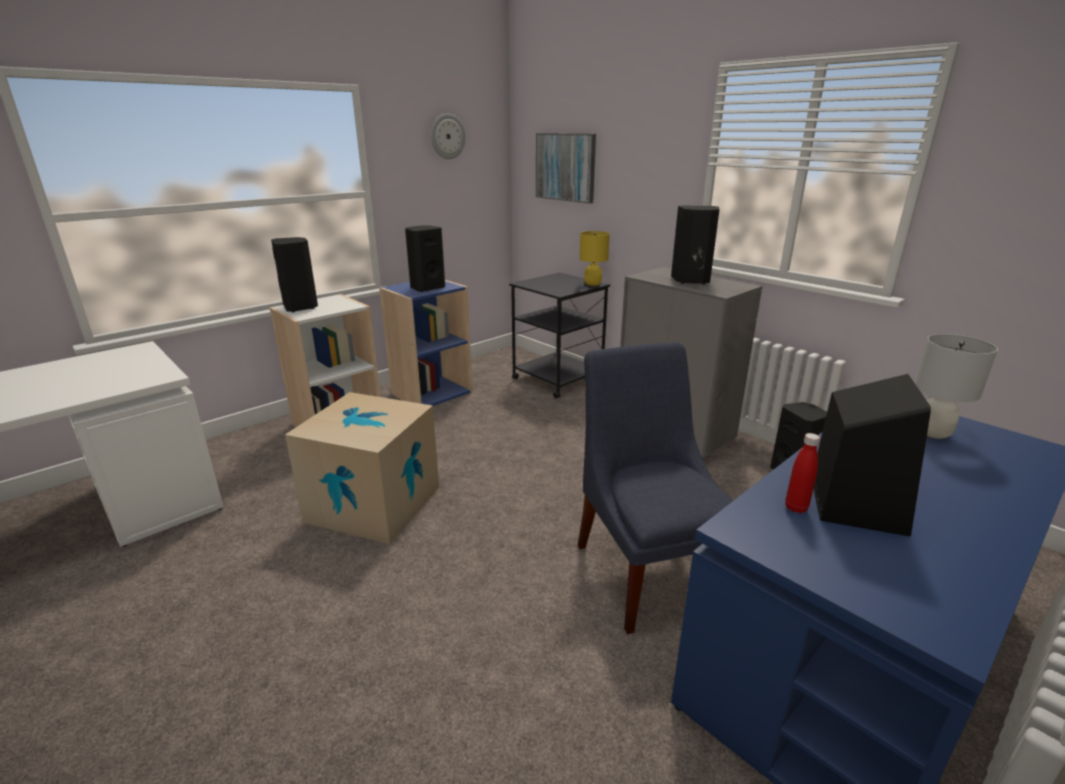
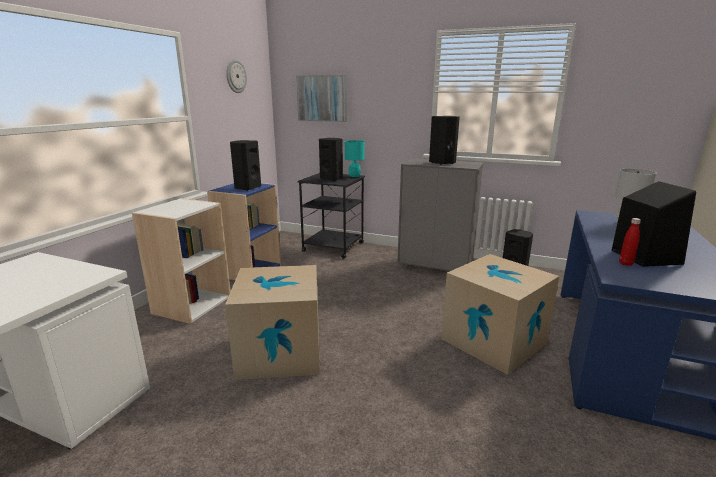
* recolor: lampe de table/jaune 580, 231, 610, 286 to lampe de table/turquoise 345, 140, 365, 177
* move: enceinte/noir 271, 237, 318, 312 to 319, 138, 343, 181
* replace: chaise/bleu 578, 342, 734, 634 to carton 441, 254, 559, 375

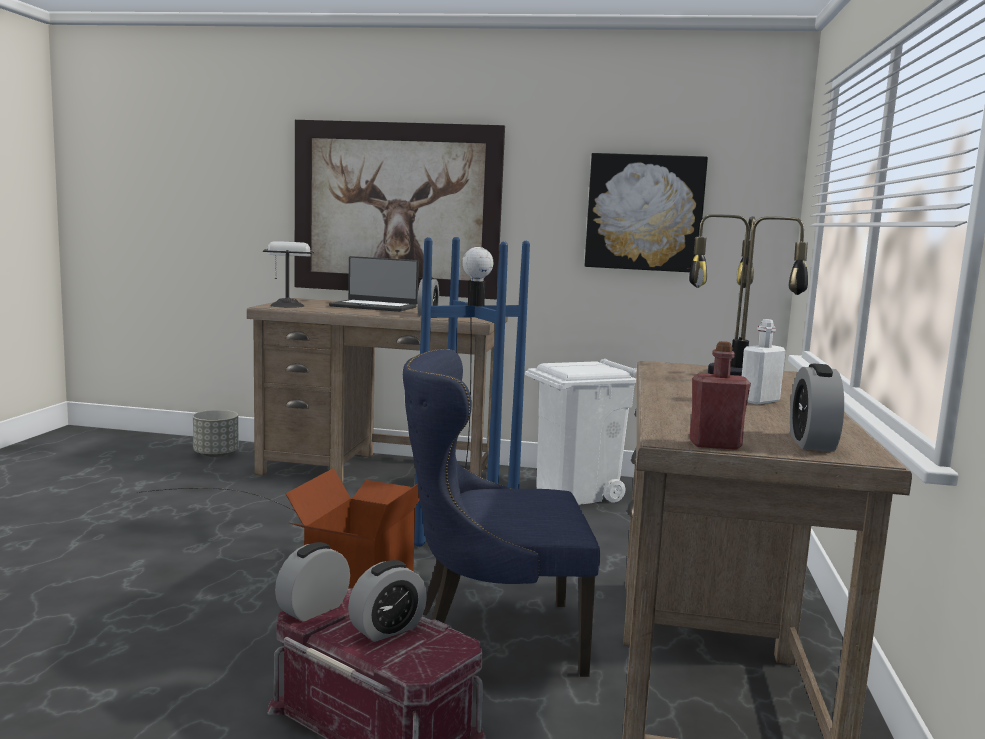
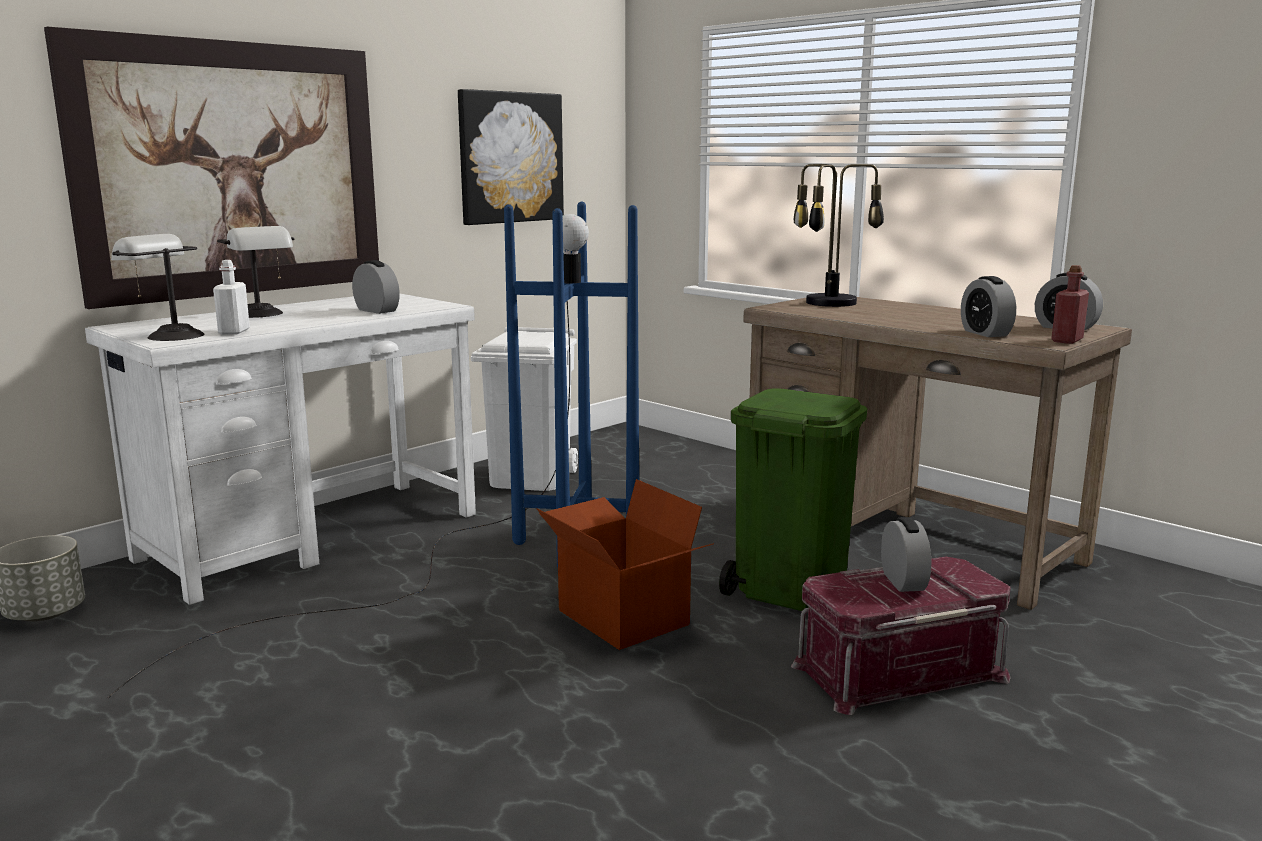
* replace: ordinateur portable 329, 256, 419, 312 to lampe de table 217, 226, 294, 318
* recolor: bureau/marron 247, 298, 508, 483 to bureau/blanc 85, 294, 476, 605
* move: bouteille/blanc 742, 319, 786, 404 to 213, 260, 250, 335
* replace: chaise/bleu 403, 349, 600, 677 to poubelle/vert 719, 388, 867, 611
* move: réveil 275, 542, 350, 622 to 961, 276, 1016, 337

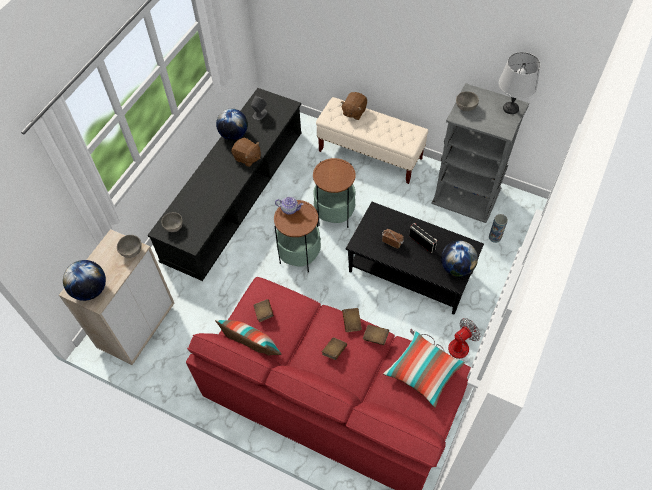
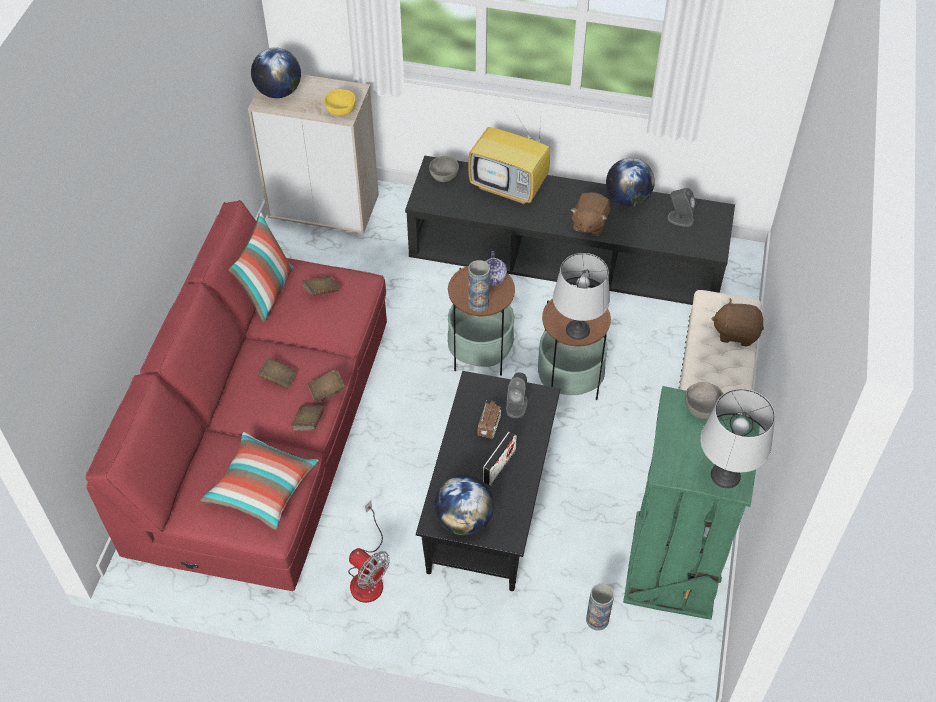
* recolor: bibliothèque/gris 431, 83, 529, 223 to bibliothèque/vert 623, 386, 760, 620
* recolor: bol/gris 117, 235, 142, 258 to bol/jaune 324, 89, 356, 116
* insert: téléviseur 468, 111, 550, 204
* insert: lampe de table/gris 553, 253, 610, 340
* insert: vase 468, 260, 490, 311
* insert: enceinte/gris 506, 372, 528, 418

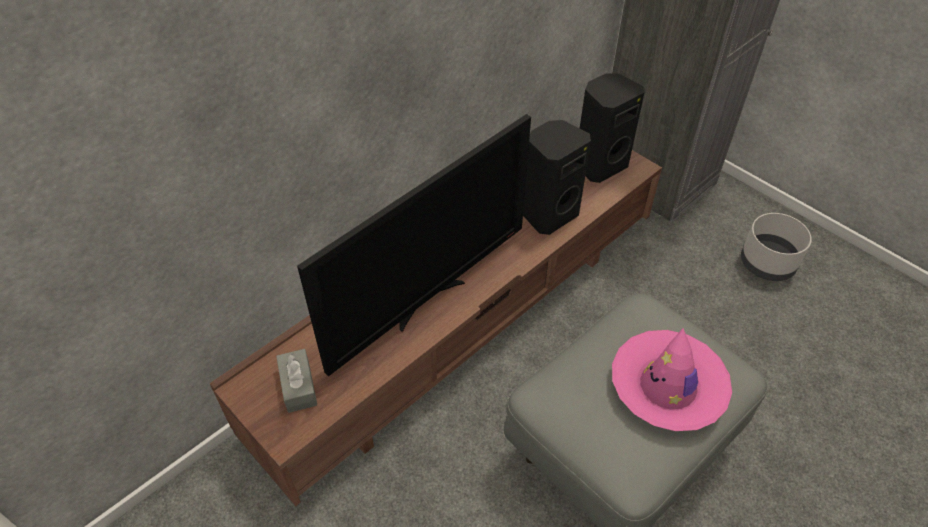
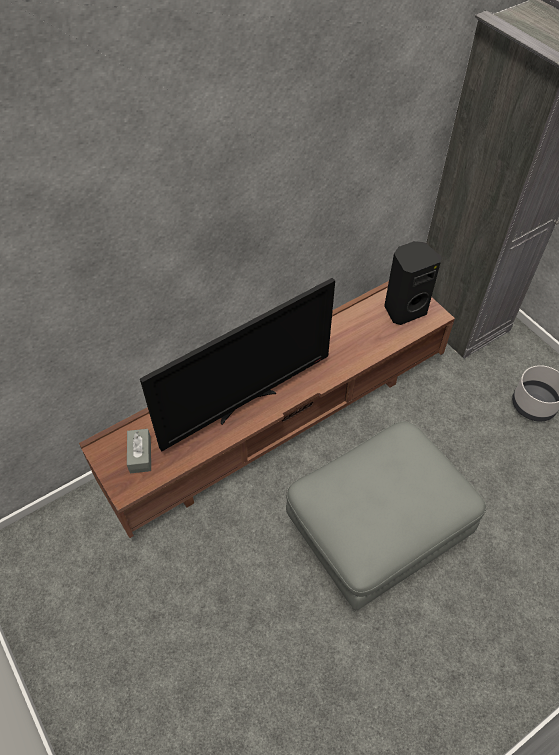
* delete: enceinte/noir 523, 120, 591, 235
* delete: chapeau/rose 612, 328, 732, 431

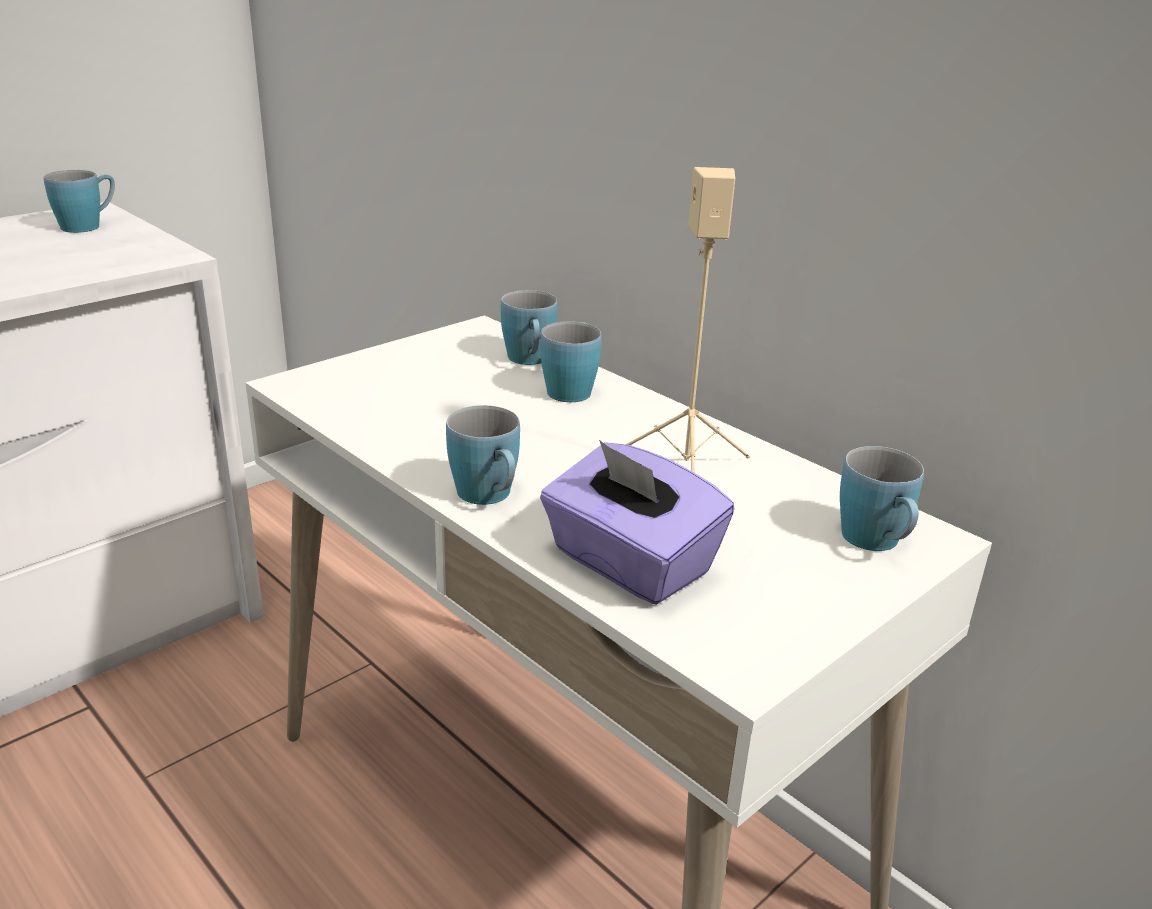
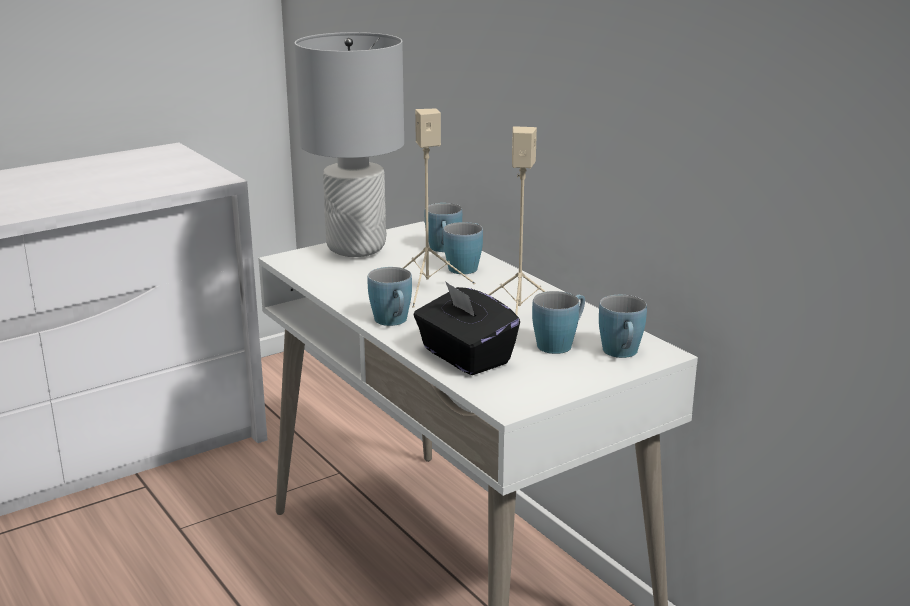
* move: mug/bleu 44, 170, 115, 233 to 532, 291, 585, 354
* recolor: boîte à mouchoirs/violet 540, 440, 735, 605 to boîte à mouchoirs/noir 414, 281, 520, 375
* insert: lampe de table/gris 295, 32, 404, 257
* insert: enceinte/beige 403, 108, 475, 307

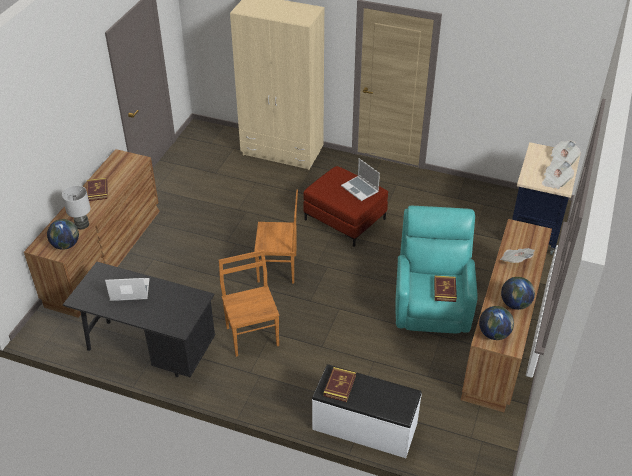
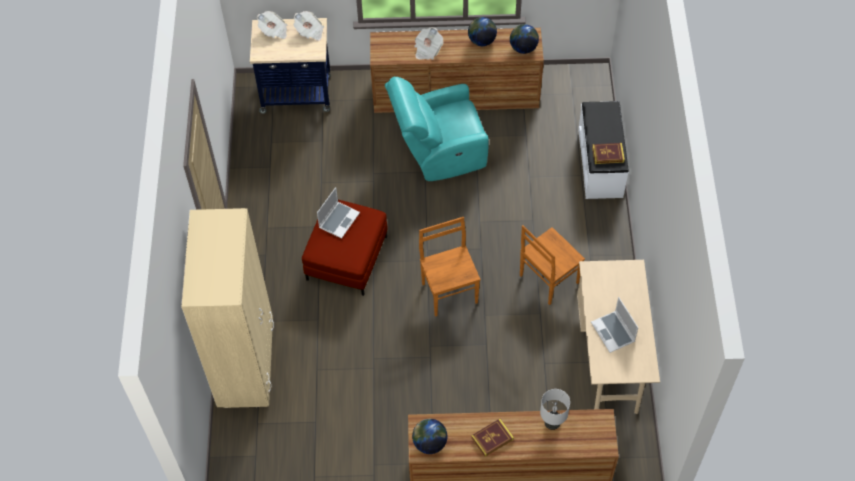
* move: globe 47, 219, 79, 250 to 412, 419, 448, 454
* recolor: bureau/noir 63, 262, 215, 377 to bureau/beige 577, 260, 660, 414
* delete: livre 434, 276, 457, 302

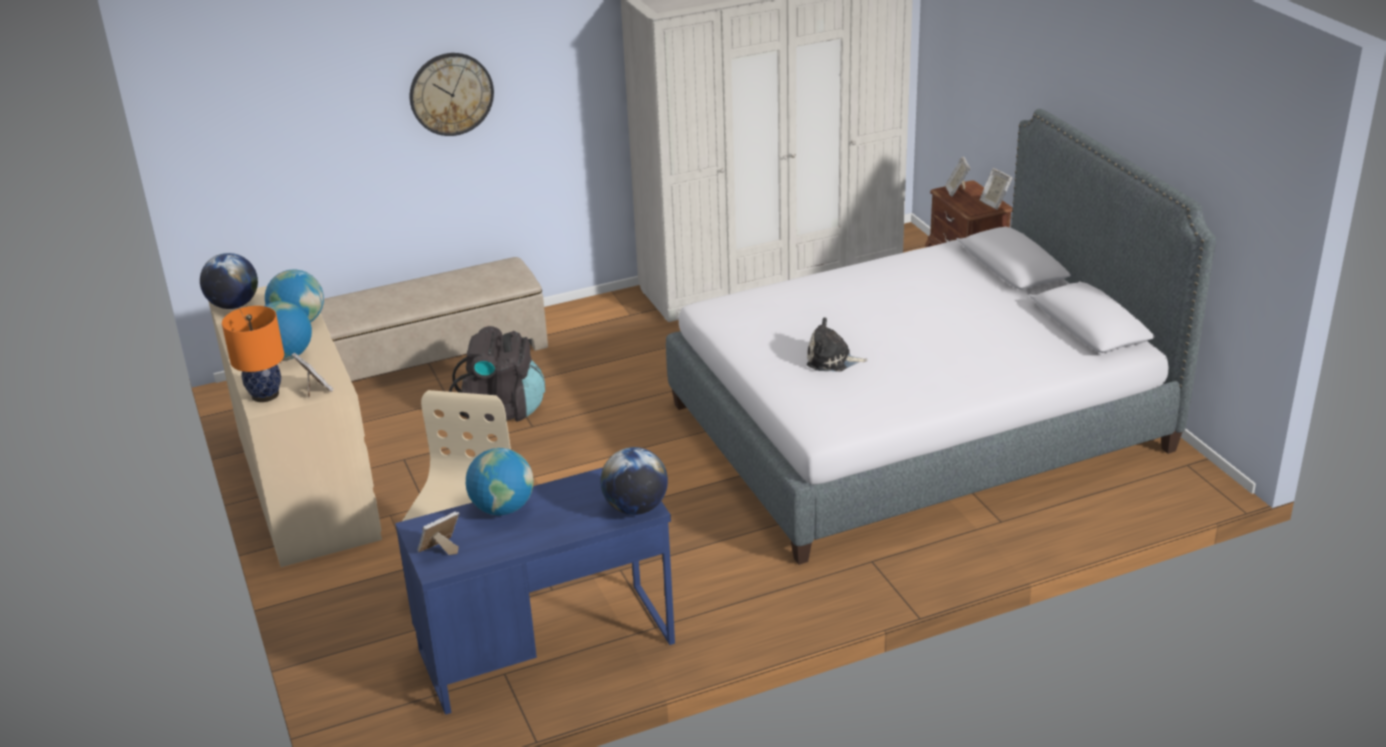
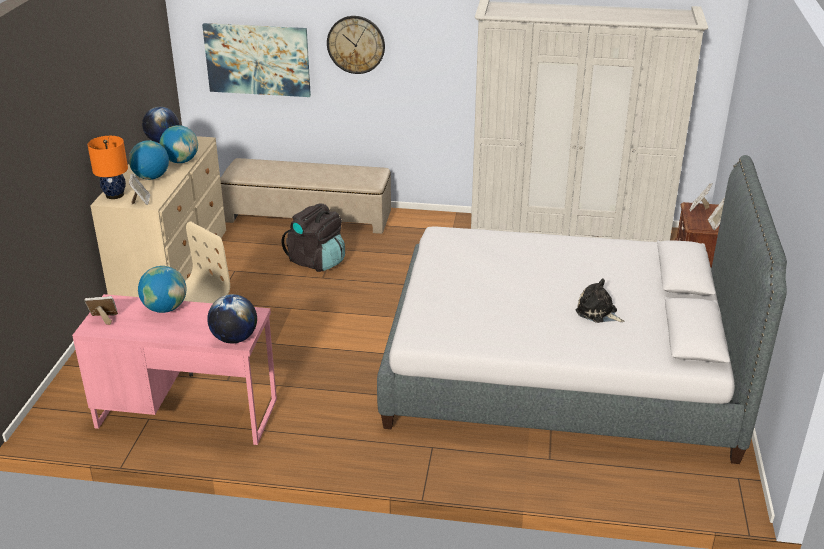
* move: peluche 807, 317, 867, 371 to 575, 279, 624, 323
* recolor: bureau/bleu 395, 468, 675, 715 to bureau/rose 72, 294, 277, 445
* insert: tableau 202, 23, 311, 97

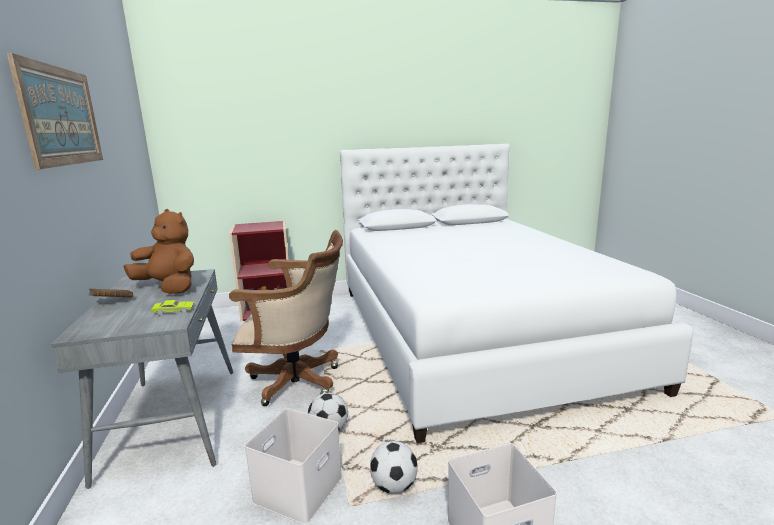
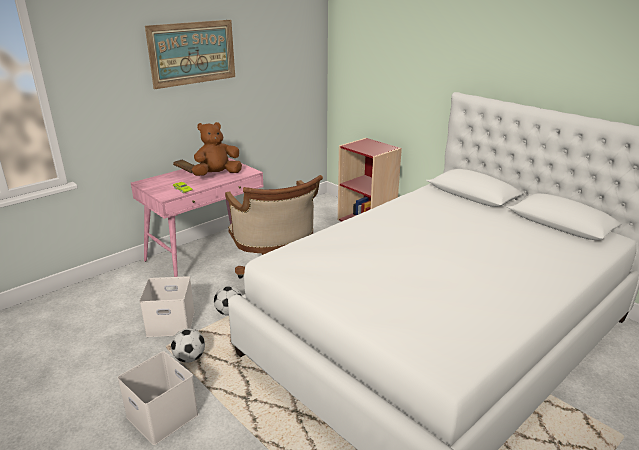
* rotate: peluche/marron 123, 209, 194, 294 = 192, 122, 242, 176 120 degrees counterclockwise
* recolor: bureau/gris 51, 269, 234, 489 to bureau/rose 131, 157, 264, 277

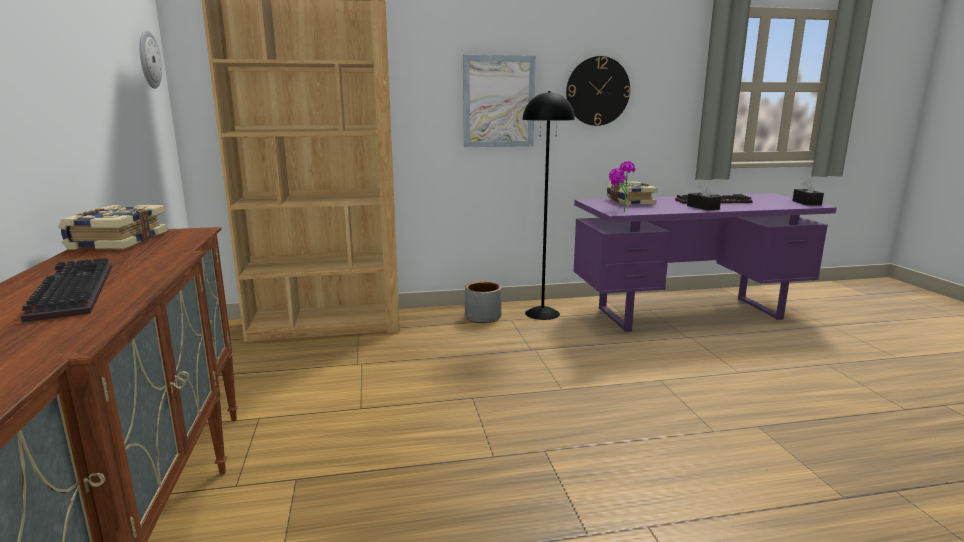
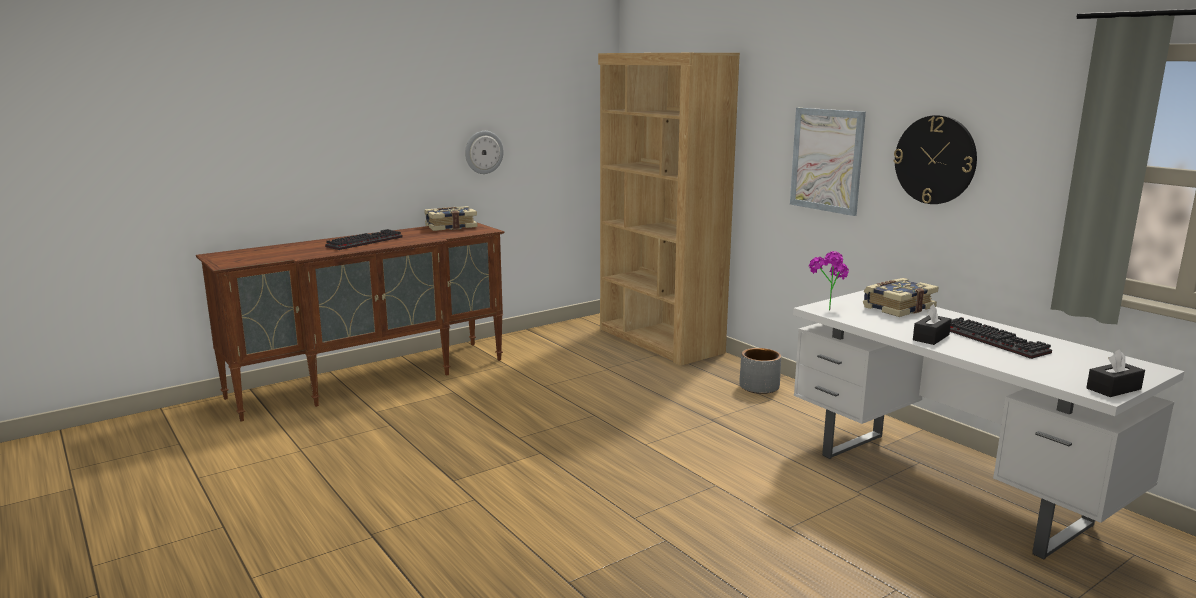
* move: horloge murale 140, 30, 162, 89 to 465, 131, 504, 174
* delete: lampadaire/noir 523, 91, 575, 320
* recolor: bureau/violet 573, 193, 837, 332 to bureau/blanc 793, 290, 1185, 559

